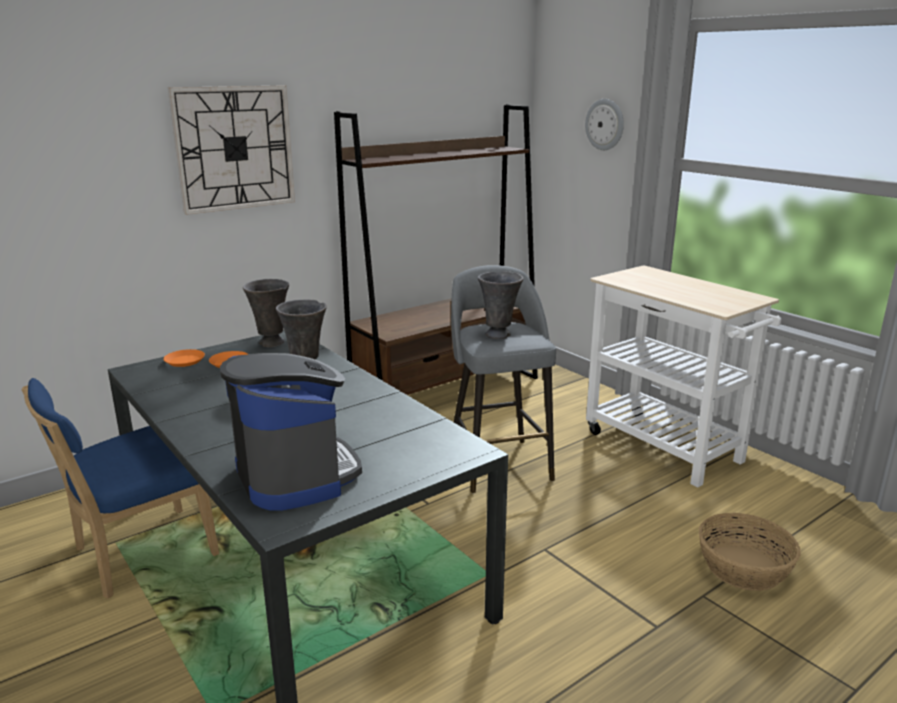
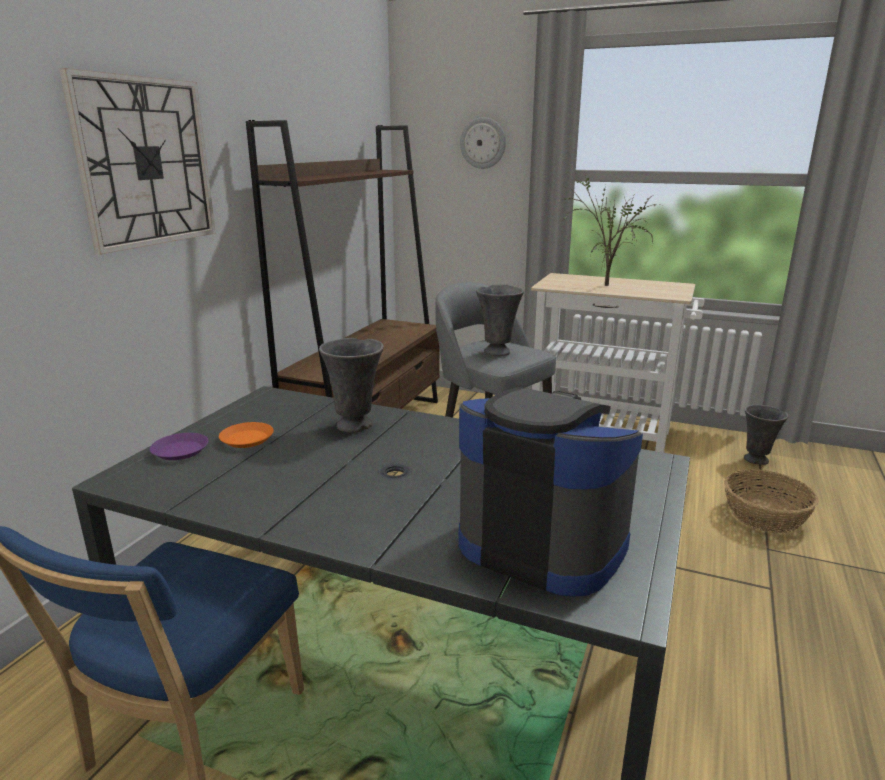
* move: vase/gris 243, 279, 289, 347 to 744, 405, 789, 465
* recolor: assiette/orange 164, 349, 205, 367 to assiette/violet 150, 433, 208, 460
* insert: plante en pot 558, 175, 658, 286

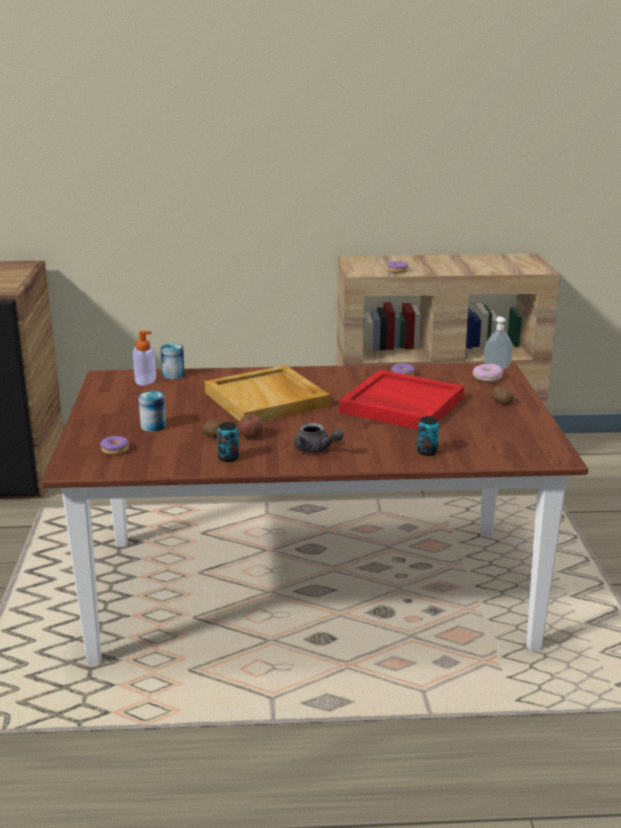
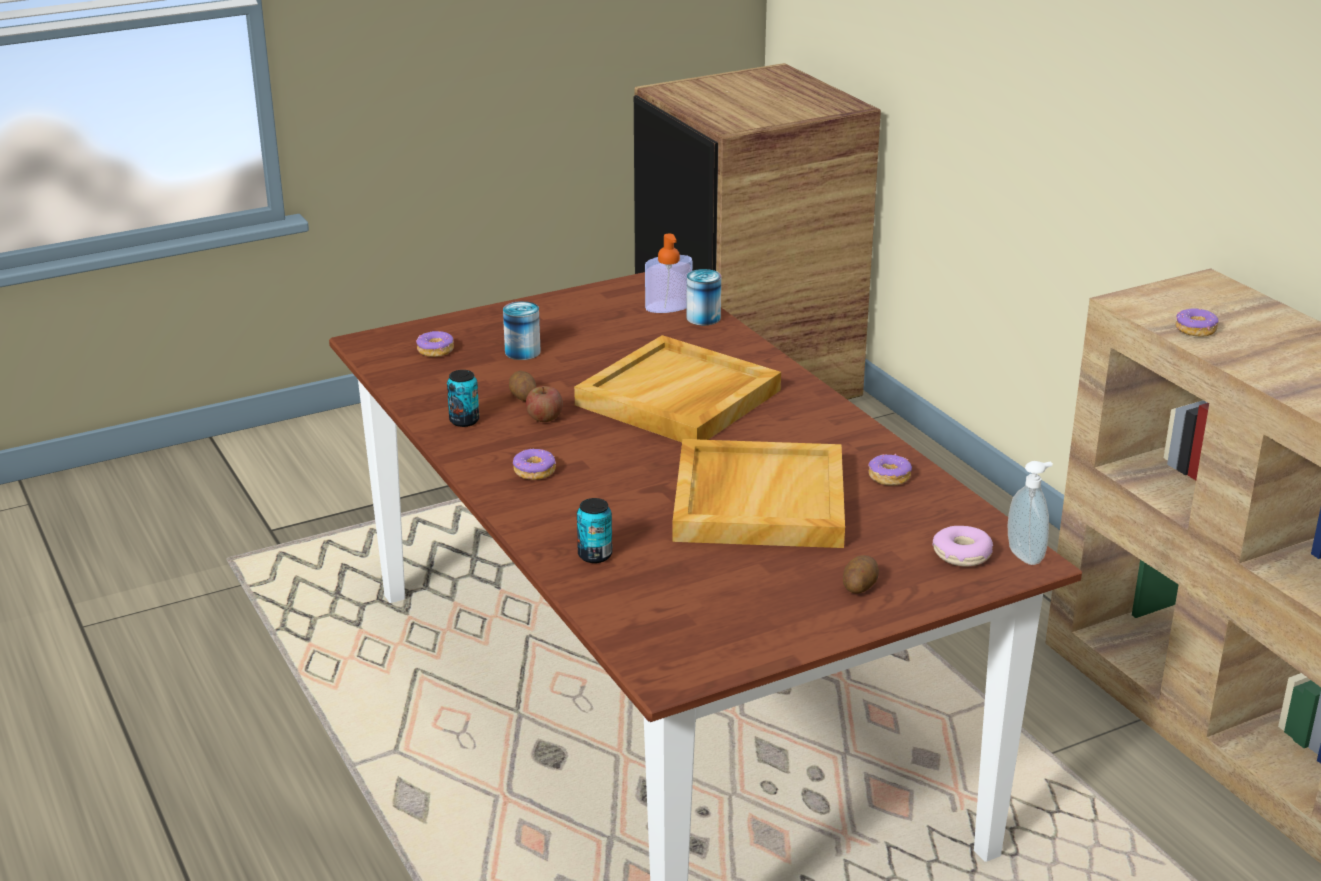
* recolor: plateau/rouge 339, 370, 464, 430 to plateau/beige 672, 439, 845, 548
* replace: théière/gris 294, 423, 344, 453 to beignet 513, 449, 556, 480

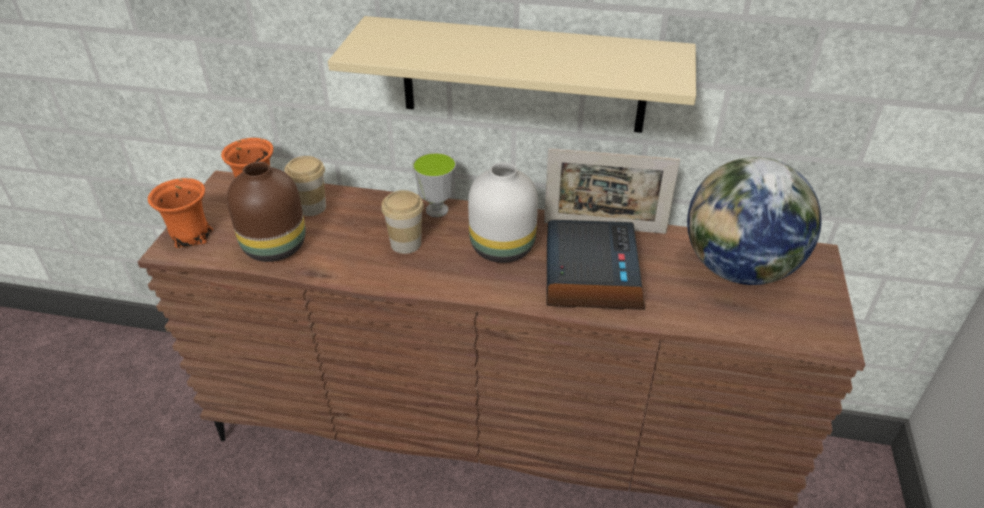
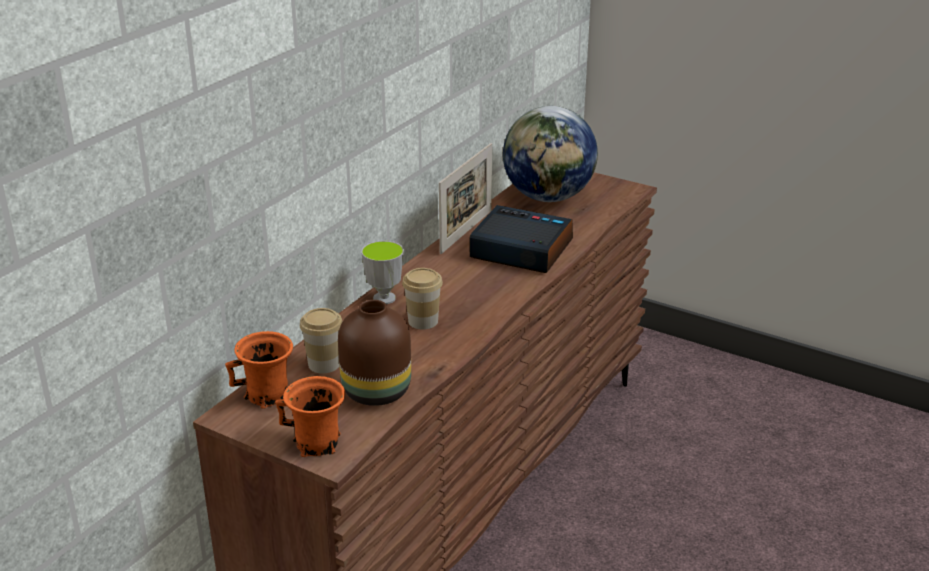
* delete: étagère/beige 328, 16, 696, 133
* delete: vase/blanc 468, 162, 538, 263

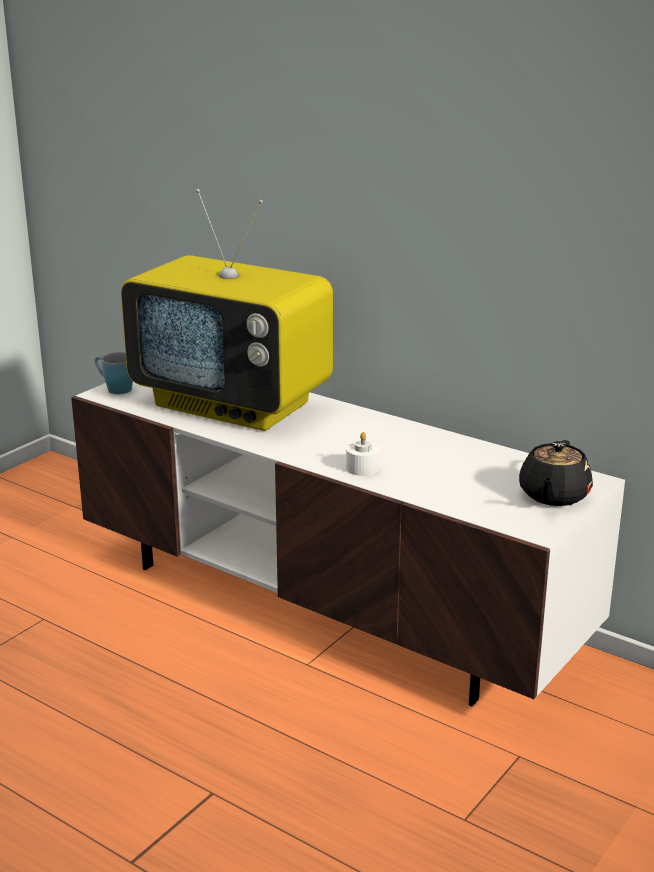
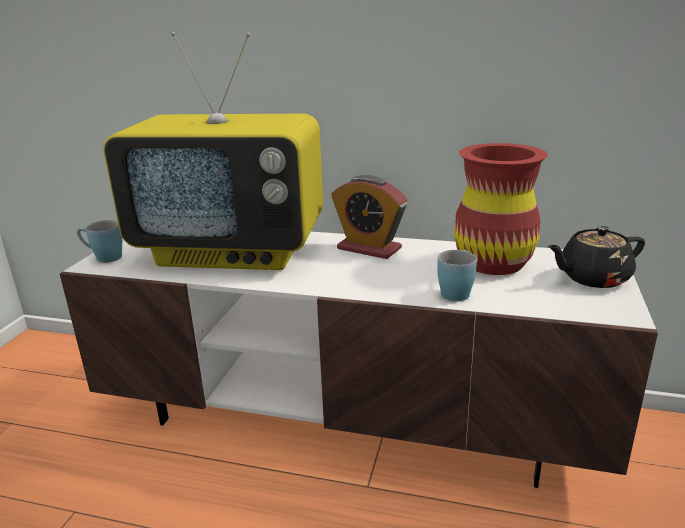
* delete: bougie/blanc 346, 432, 380, 476
* rotate: théière/noir 519, 440, 593, 506 = 548, 226, 645, 288 75 degrees clockwise
* insert: vase/rouge 454, 143, 548, 275
* insert: réveil 331, 175, 407, 259
* insert: mug/bleu 437, 250, 477, 301

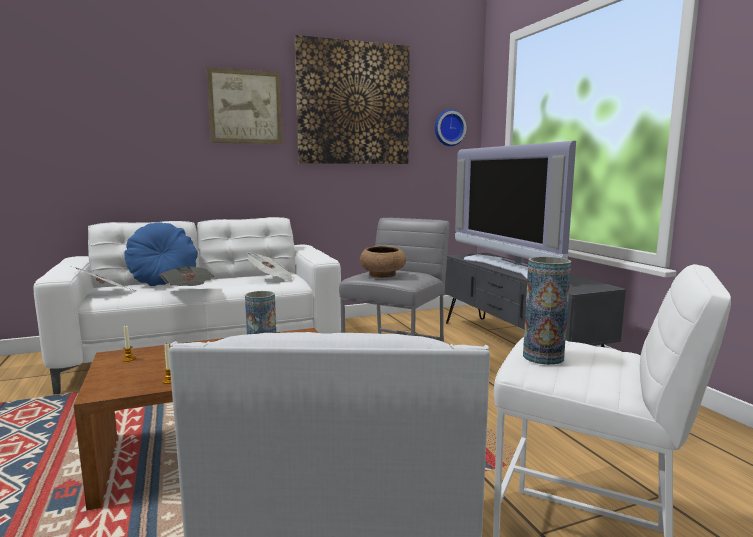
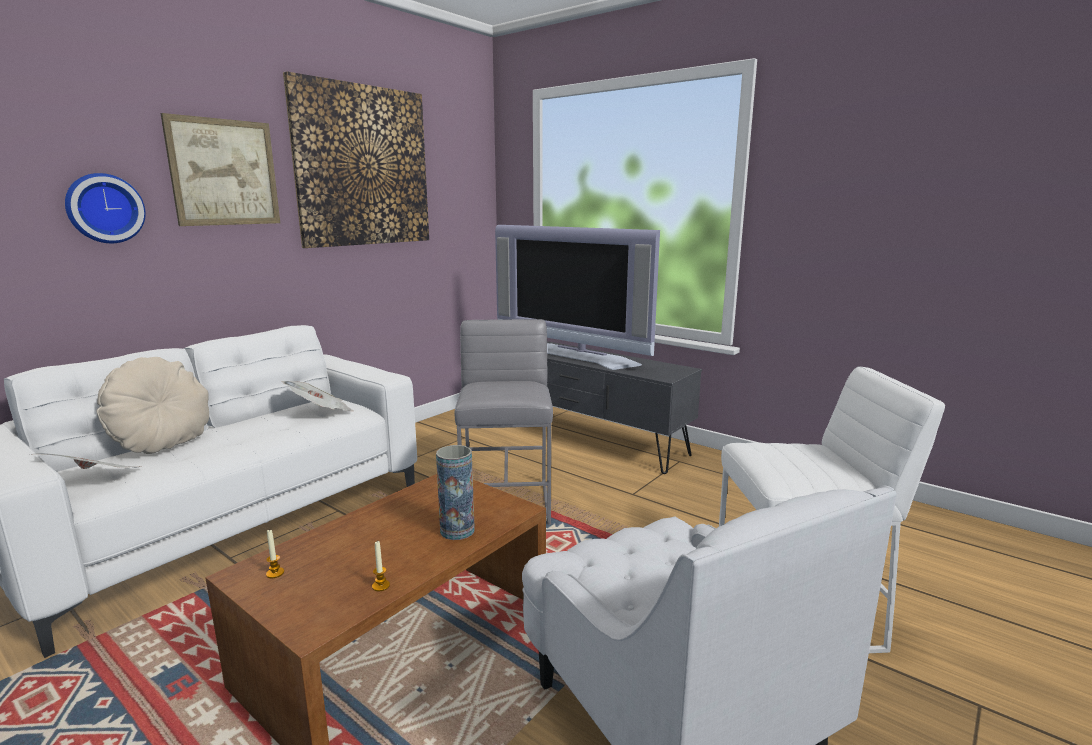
* move: horloge murale 435, 109, 466, 146 to 65, 173, 146, 243
* recolor: coussin/bleu 124, 222, 198, 286 to coussin/beige 97, 357, 209, 454
* delete: bol/marron 360, 246, 406, 278
* delete: vase 523, 257, 571, 365
* delete: journal 159, 266, 214, 286

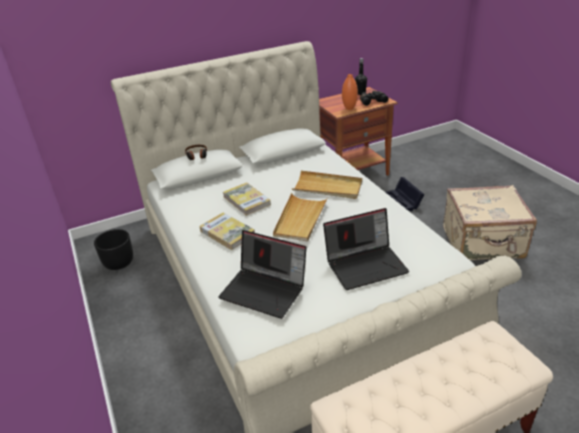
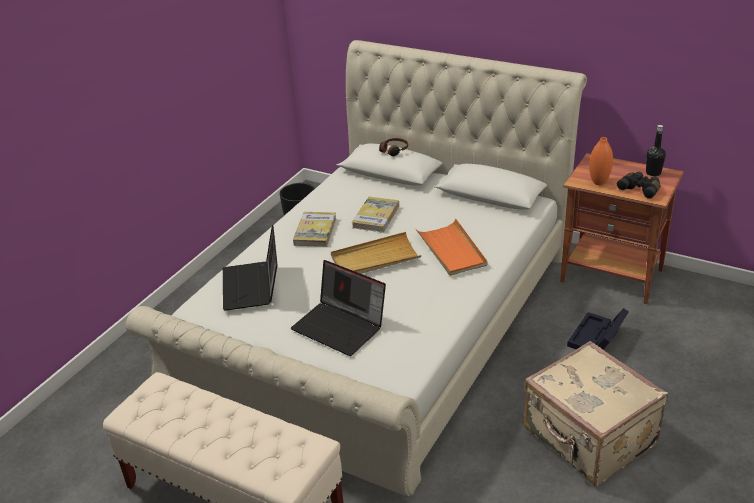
* recolor: plateau/beige 292, 170, 362, 199 to plateau/orange 416, 219, 487, 276

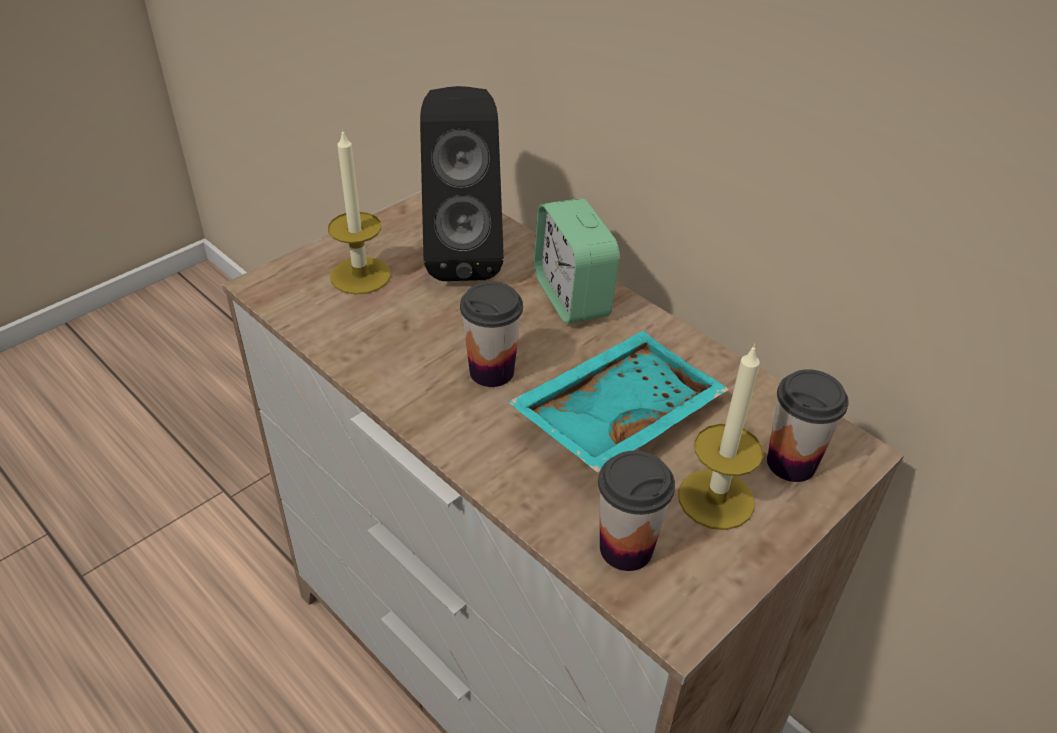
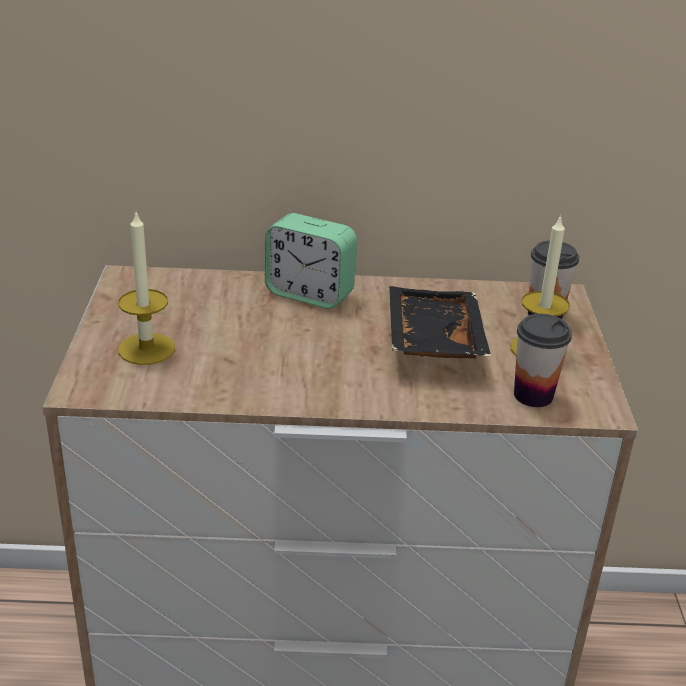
* delete: enceinte/noir 420, 86, 504, 281
* delete: tasse 460, 282, 523, 387
* recolor: plateau/turquoise 508, 331, 729, 473 to plateau/noir 389, 286, 491, 358

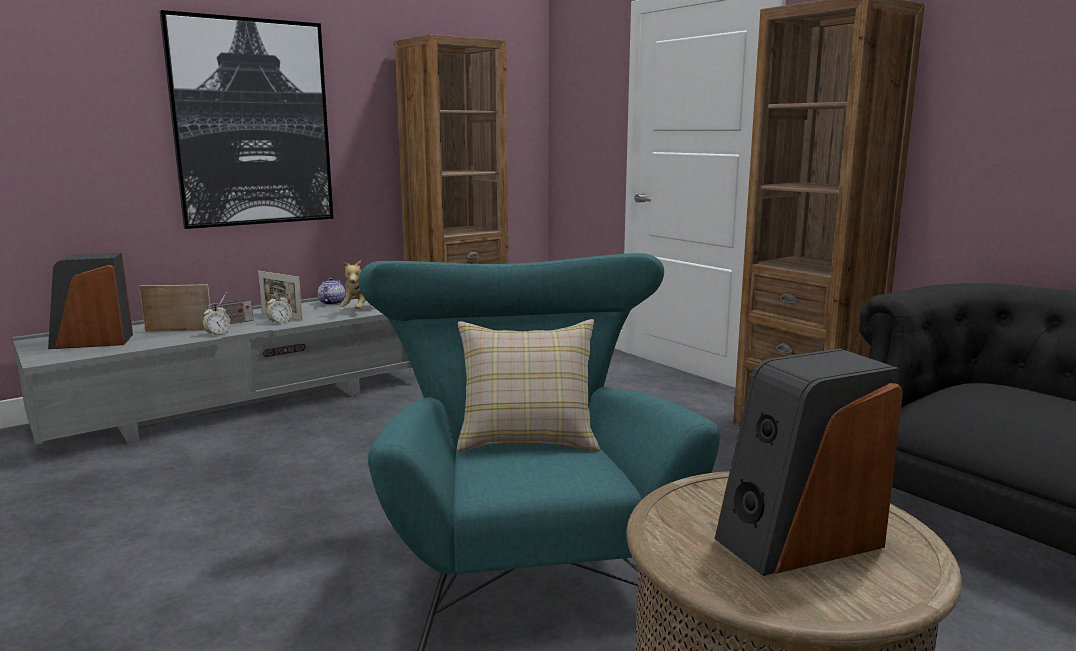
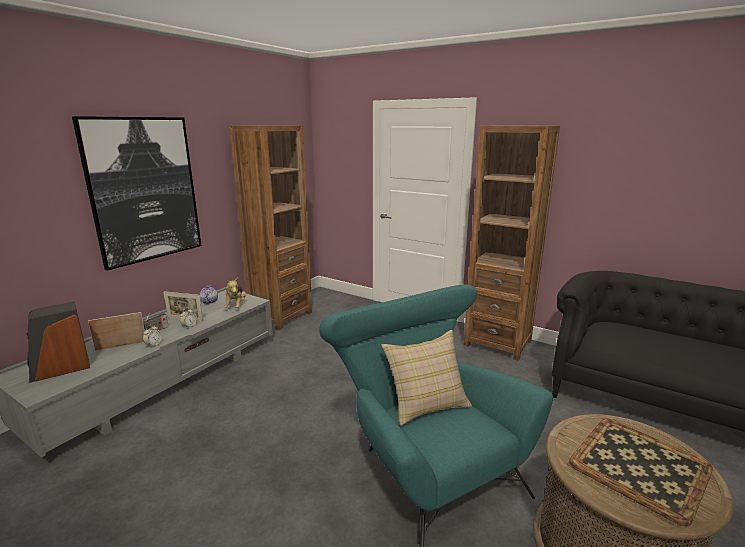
* replace: enceinte 715, 349, 903, 576 to plateau 569, 418, 713, 526

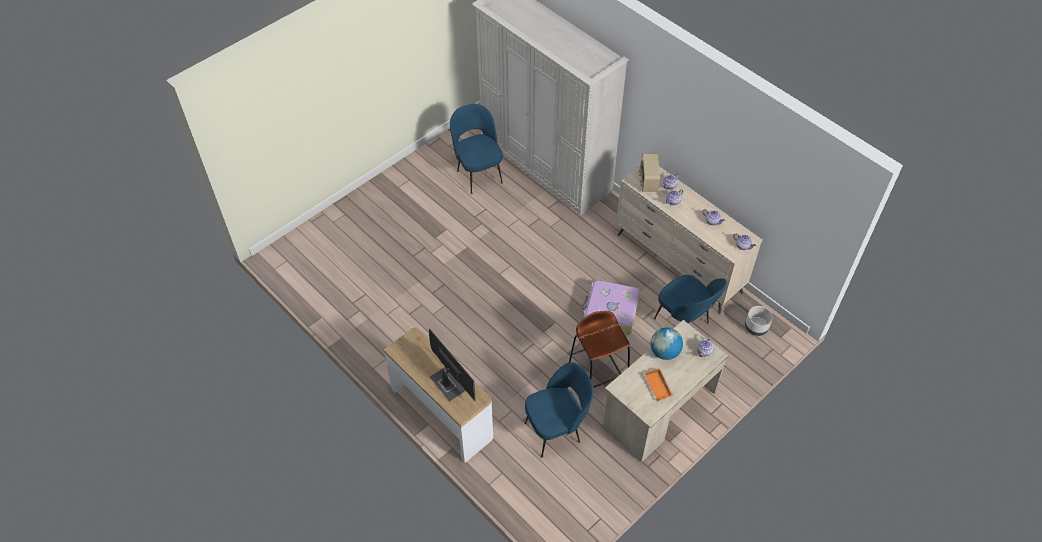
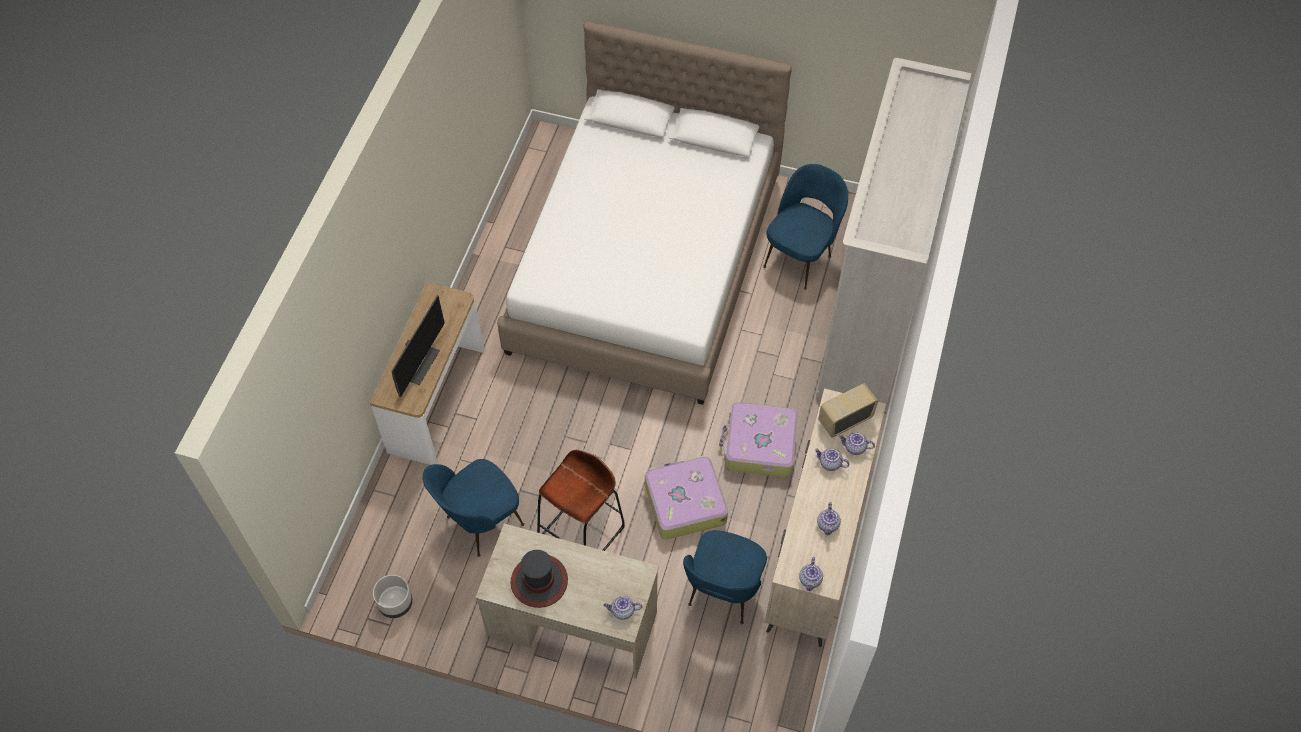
* move: cache-pot/gris 745, 306, 773, 336 to 373, 575, 413, 618
* delete: globe 650, 327, 683, 360
* rotate: chaise/bleu 525, 362, 593, 457 = 423, 459, 524, 557 105 degrees clockwise
* replace: plateau/orange 644, 368, 673, 401 to chapeau 510, 550, 568, 608
* insert: lit/blanc 497, 20, 792, 405
* insert: valise 719, 402, 798, 477

